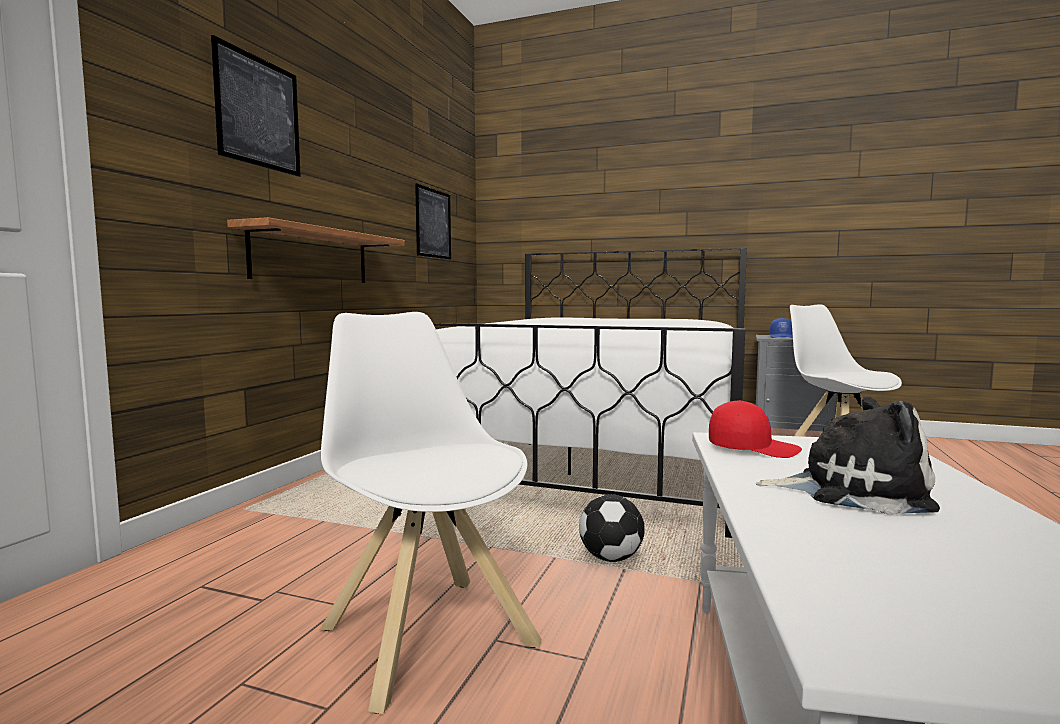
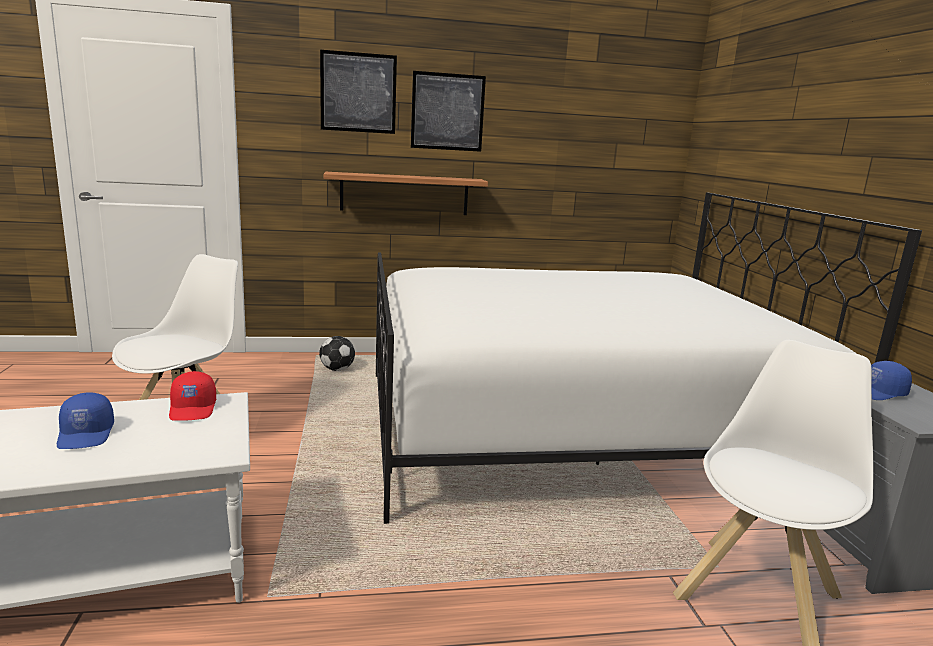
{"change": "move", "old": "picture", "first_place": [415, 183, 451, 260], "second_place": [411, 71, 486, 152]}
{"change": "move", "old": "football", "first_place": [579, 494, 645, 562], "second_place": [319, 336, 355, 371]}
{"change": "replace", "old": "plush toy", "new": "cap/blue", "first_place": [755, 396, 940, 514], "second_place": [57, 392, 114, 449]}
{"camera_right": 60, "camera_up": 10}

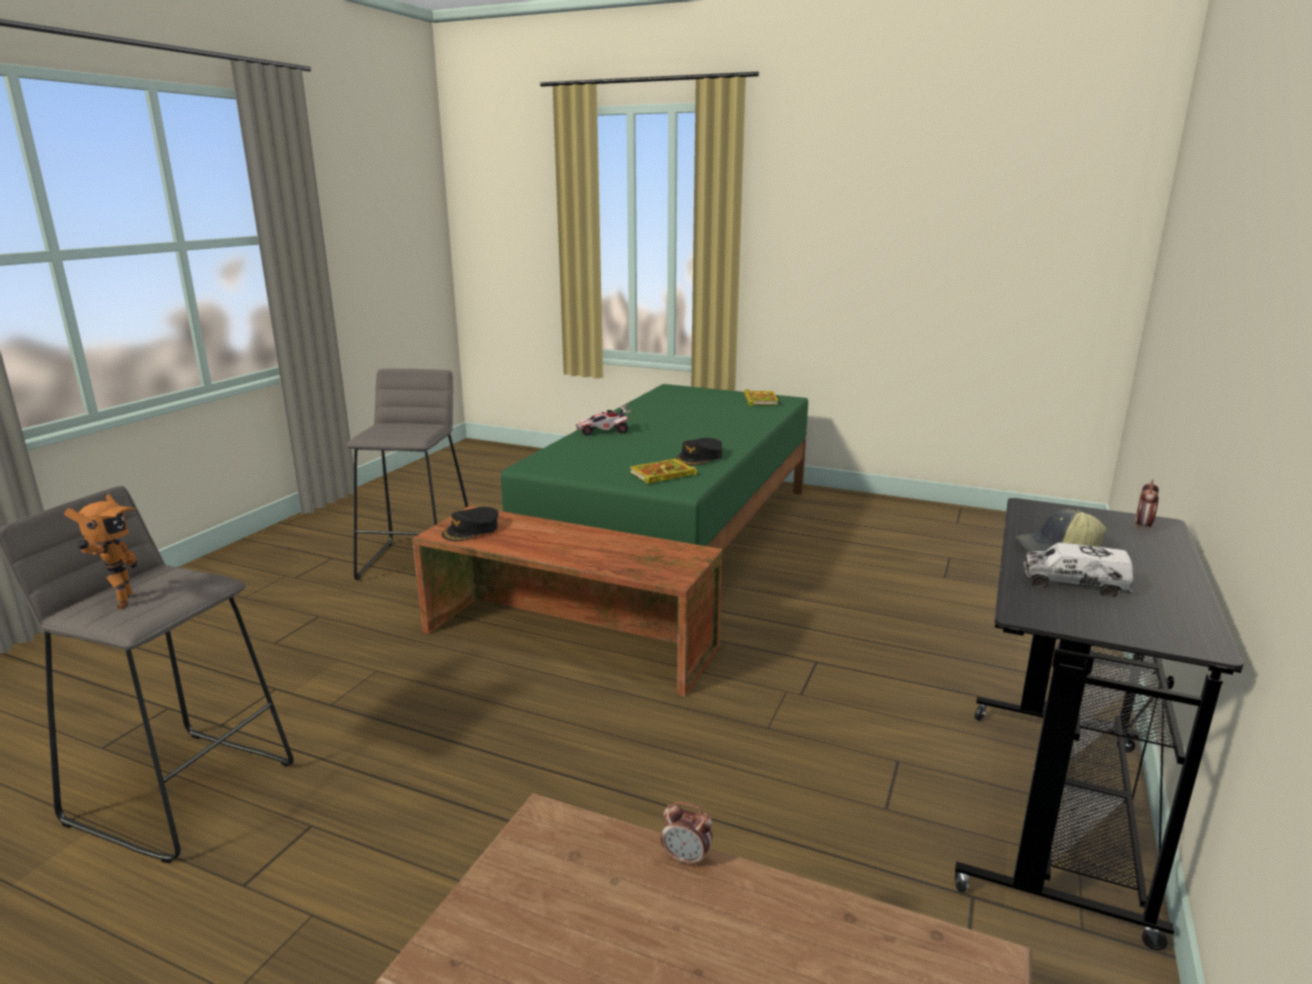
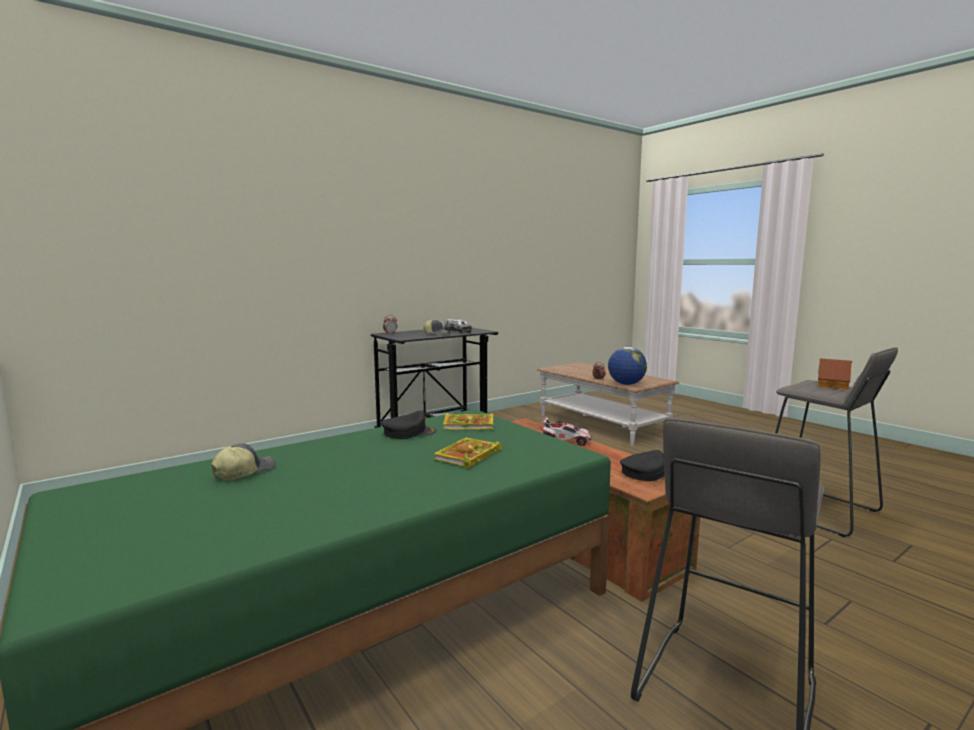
{"change": "insert", "new": "cap", "second_place": [211, 443, 276, 480]}
{"change": "insert", "new": "globe", "second_place": [608, 347, 647, 385]}
{"change": "move", "old": "toy car", "first_place": [576, 405, 631, 435], "second_place": [538, 415, 592, 446]}
{"change": "move", "old": "book", "first_place": [744, 389, 779, 406], "second_place": [434, 438, 502, 468]}
{"change": "replace", "old": "toy robot", "new": "toy house", "first_place": [64, 494, 139, 609], "second_place": [818, 358, 852, 390]}
{"camera_right": -150, "camera_up": -10}

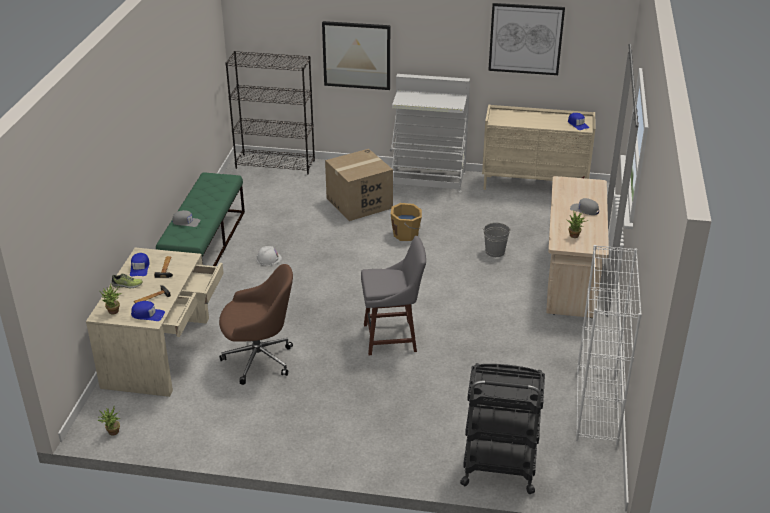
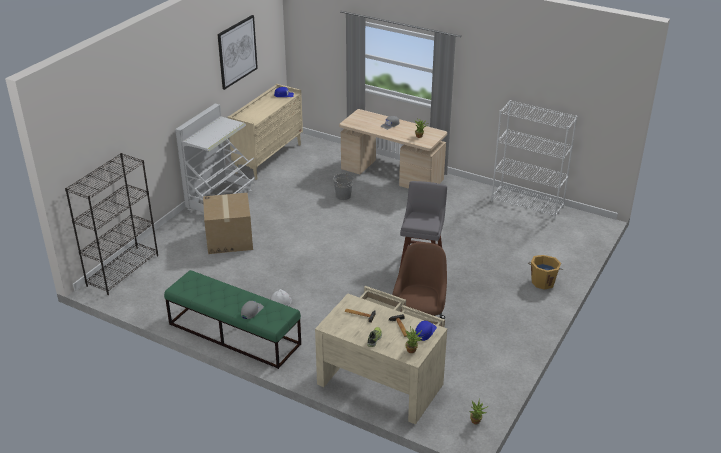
{"change": "delete", "old": "cap/blue", "first_place": [130, 253, 150, 276]}
{"change": "delete", "old": "picture", "first_place": [322, 21, 390, 90]}
{"change": "delete", "old": "cart/black", "first_place": [460, 363, 545, 494]}
{"change": "move", "old": "bucket/orange", "first_place": [391, 203, 422, 241], "second_place": [528, 255, 563, 290]}
{"camera_right": -70, "camera_up": 0}

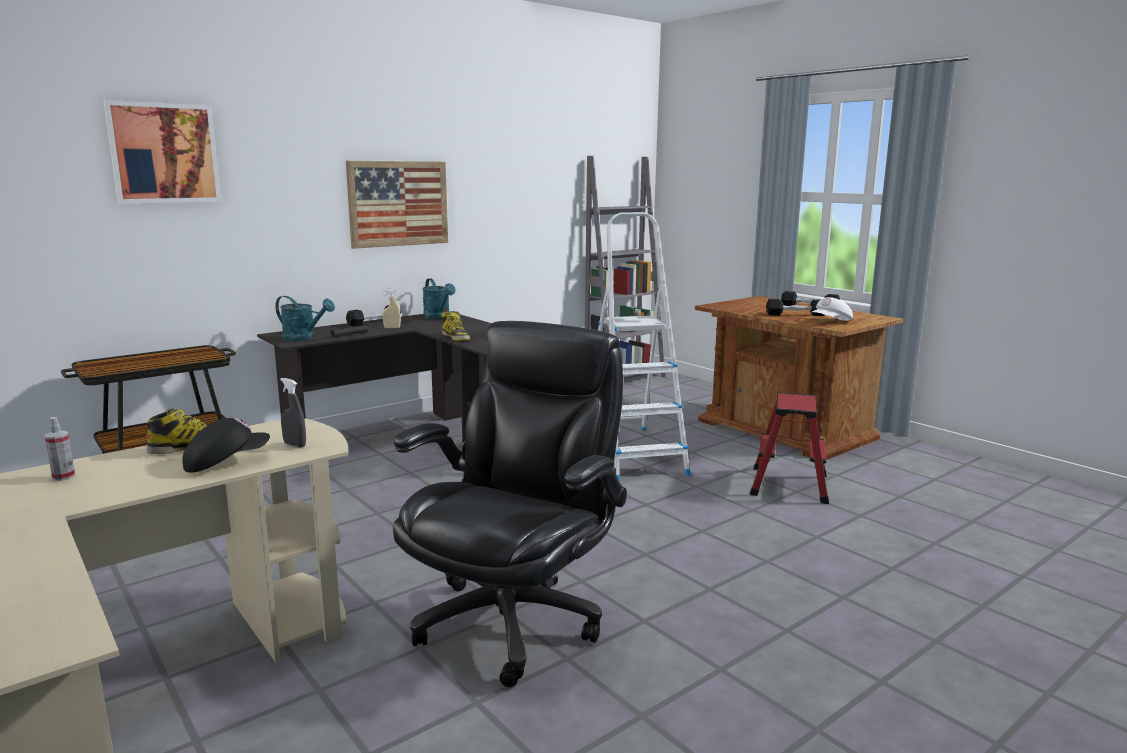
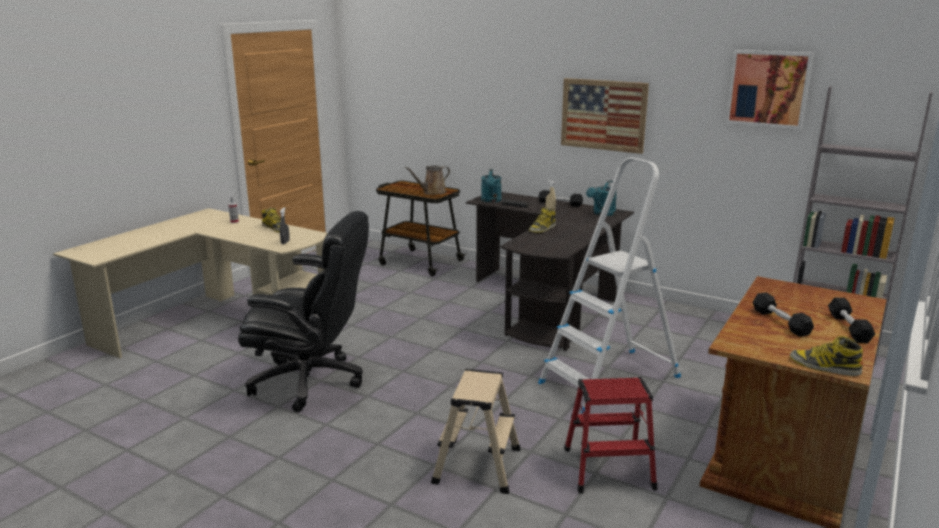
{"change": "delete", "old": "cap/black", "first_place": [183, 417, 270, 473]}
{"change": "delete", "old": "cap/white", "first_place": [811, 297, 853, 321]}
{"change": "insert", "new": "watering can/brown", "second_place": [405, 165, 450, 195]}
{"change": "insert", "new": "step ladder/beige", "second_place": [431, 369, 521, 494]}
{"change": "insert", "new": "boot", "second_place": [790, 336, 863, 376]}
{"change": "move", "old": "picture", "first_place": [103, 100, 222, 204], "second_place": [726, 50, 813, 130]}
{"camera_right": 70, "camera_up": 5}

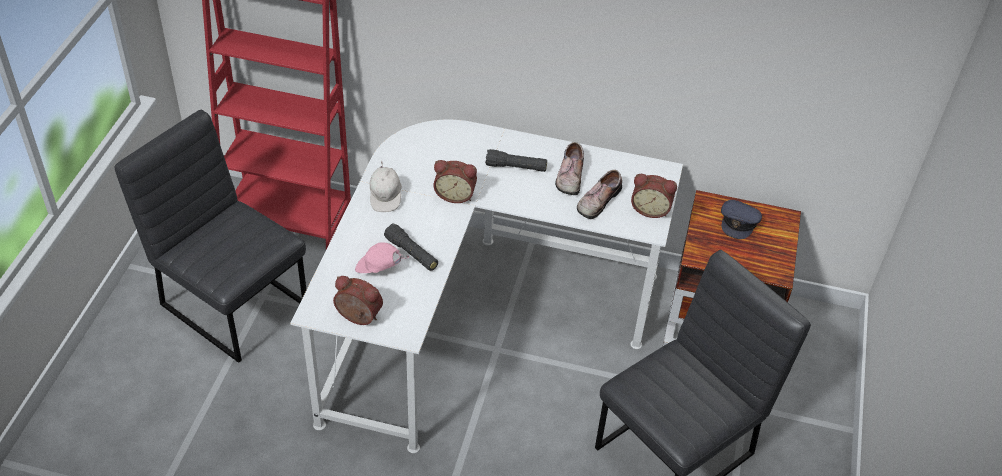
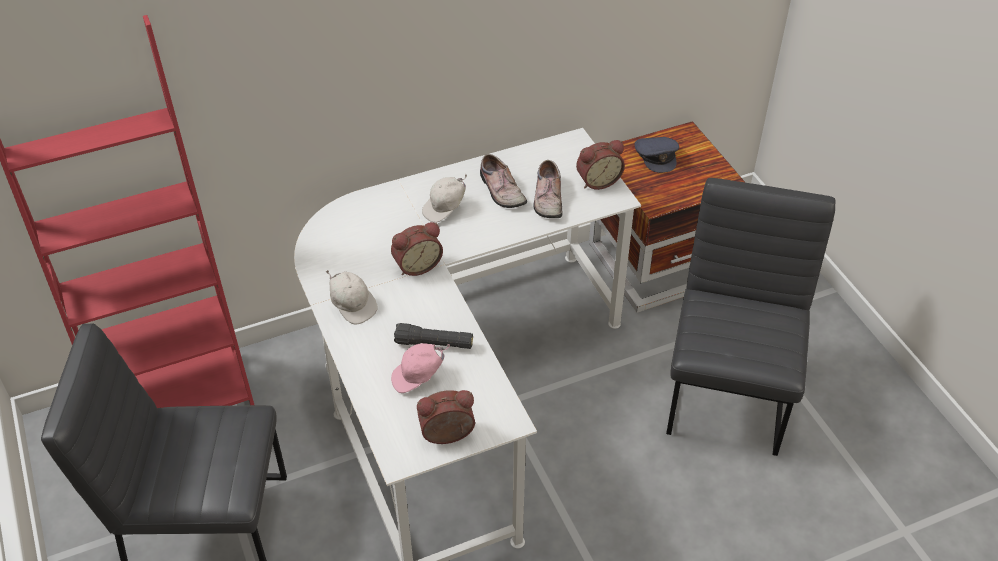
{"change": "replace", "old": "flashlight/black", "new": "cap/white", "first_place": [485, 149, 547, 172], "second_place": [422, 174, 467, 223]}
{"camera_right": -35, "camera_up": 0}

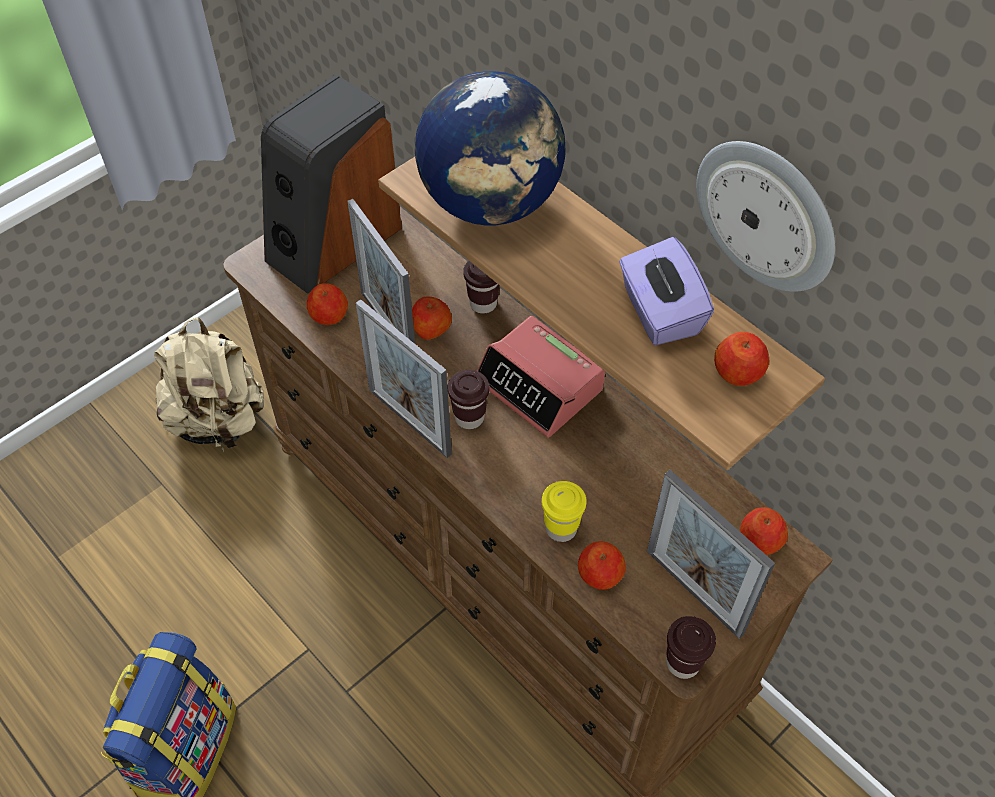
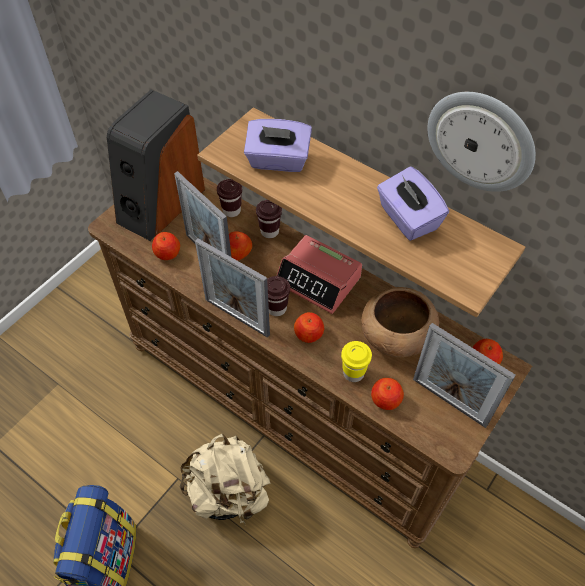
{"change": "insert", "new": "bowl/brown", "second_place": [361, 287, 439, 357]}
{"change": "move", "old": "backpack/beige", "first_place": [154, 317, 264, 452], "second_place": [179, 434, 271, 524]}
{"change": "move", "old": "cup/brown", "first_place": [667, 616, 716, 679], "second_place": [217, 179, 242, 217]}
{"change": "move", "old": "apple", "first_place": [714, 332, 769, 386], "second_place": [294, 312, 324, 343]}
{"change": "replace", "old": "globe", "new": "tissue box/purple", "first_place": [415, 71, 565, 225], "second_place": [244, 119, 312, 172]}
{"camera_right": -10, "camera_up": 0}

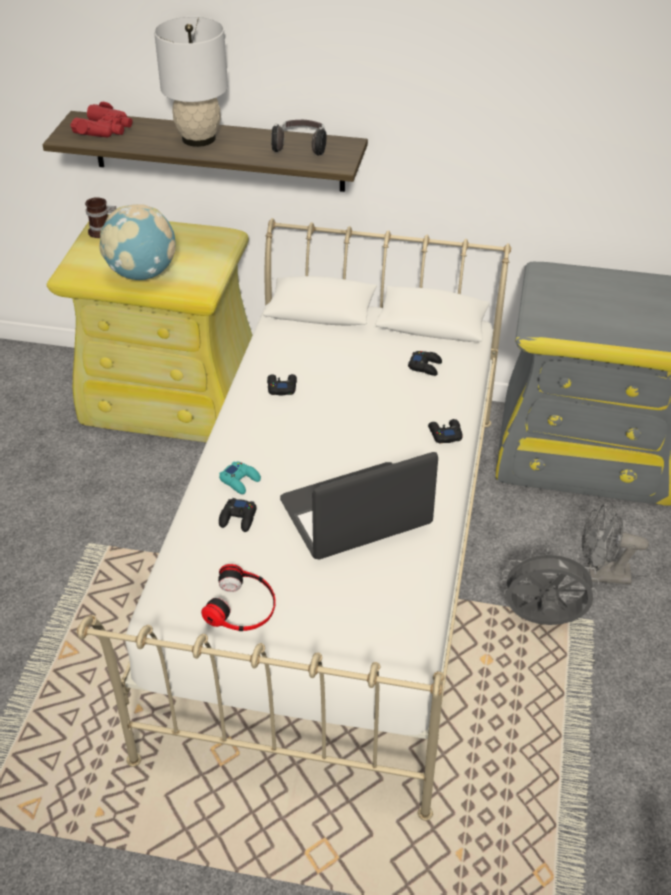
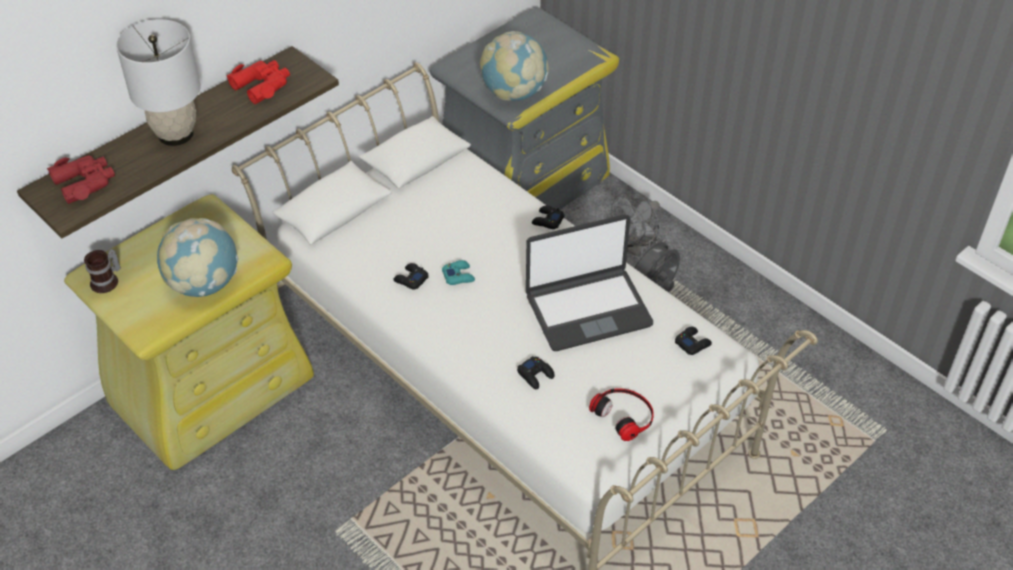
{"change": "insert", "new": "globe", "second_place": [480, 31, 549, 101]}
{"change": "move", "old": "game controller/turquoise", "first_place": [219, 462, 261, 494], "second_place": [442, 260, 475, 285]}
{"change": "move", "old": "game controller/black", "first_place": [408, 351, 442, 376], "second_place": [675, 326, 712, 355]}
{"change": "replace", "old": "headphones", "new": "binoculars/red", "first_place": [271, 120, 327, 155], "second_place": [227, 60, 290, 104]}
{"change": "rotate", "old": "laptop", "first_place": [280, 452, 438, 559], "second_place": [526, 215, 653, 351], "degrees": -120}
{"camera_right": -55, "camera_up": 5}

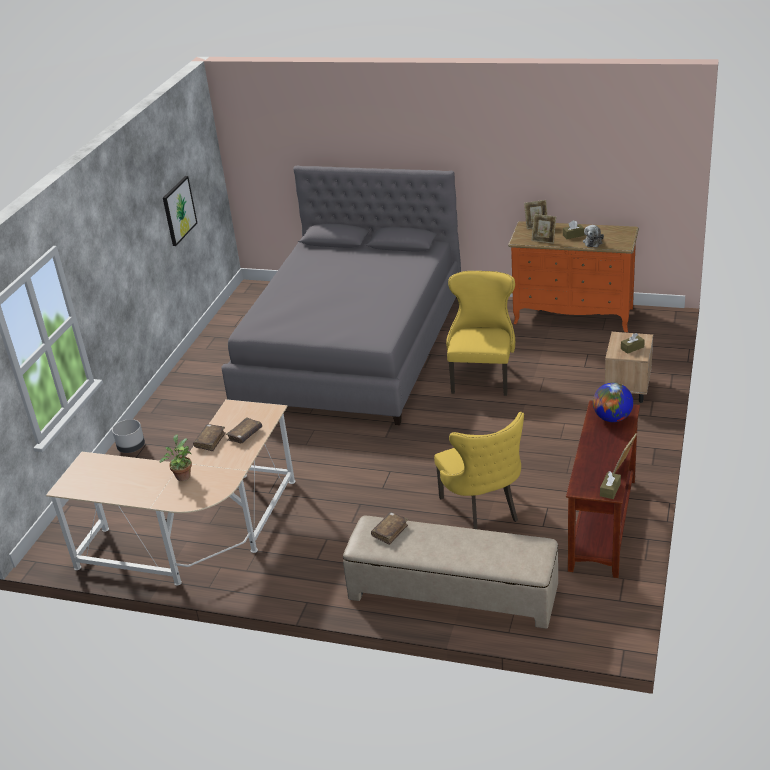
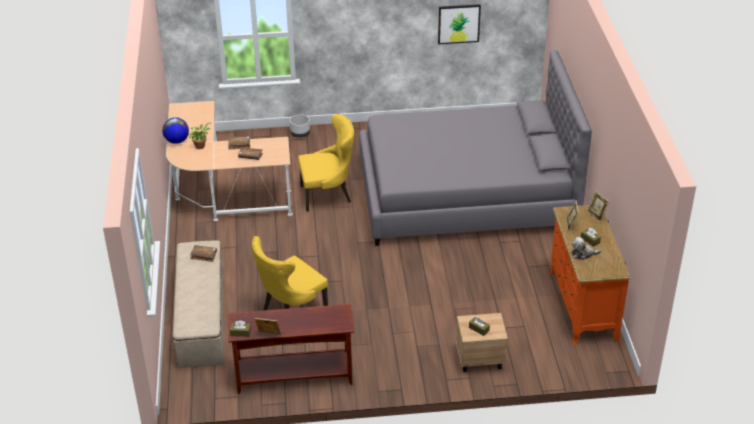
{"change": "move", "old": "chair/yellow", "first_place": [446, 271, 515, 396], "second_place": [298, 114, 354, 212]}
{"change": "move", "old": "globe", "first_place": [593, 382, 633, 422], "second_place": [162, 117, 189, 144]}
{"camera_right": 65, "camera_up": 5}

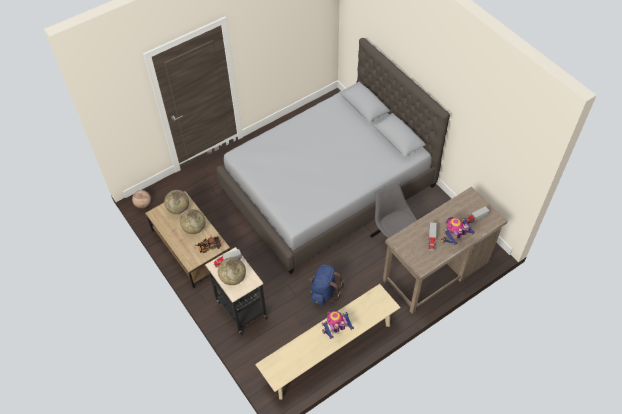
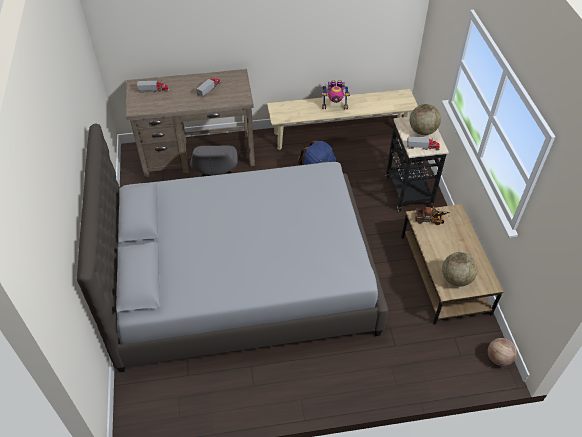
{"change": "delete", "old": "globe", "first_place": [180, 209, 205, 234]}
{"change": "delete", "old": "toy robot", "first_place": [441, 217, 475, 245]}
{"camera_right": -155, "camera_up": -5}

